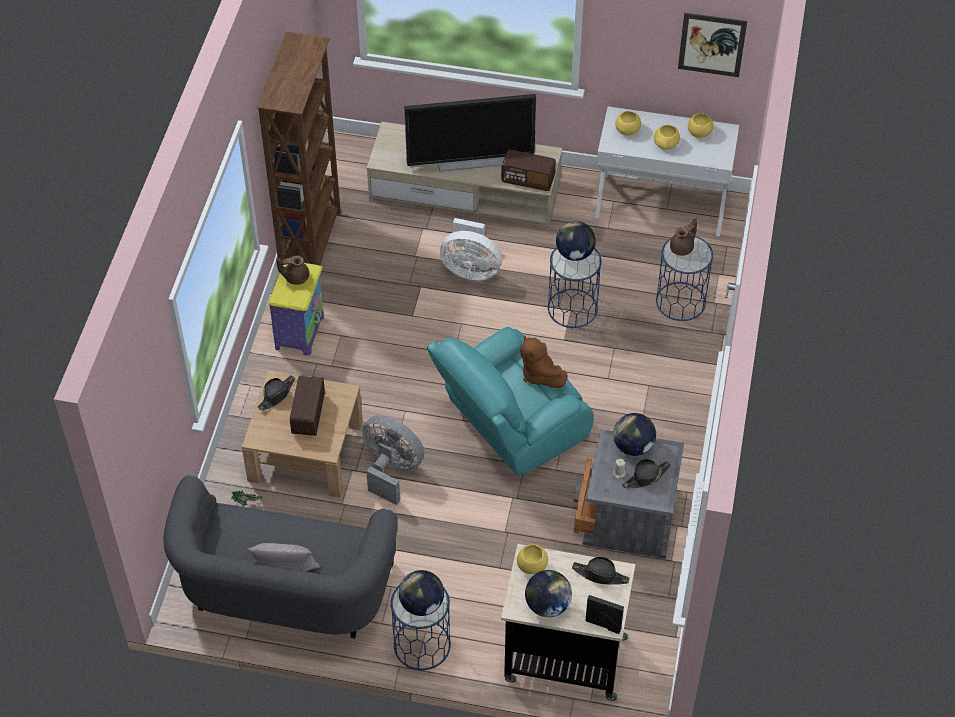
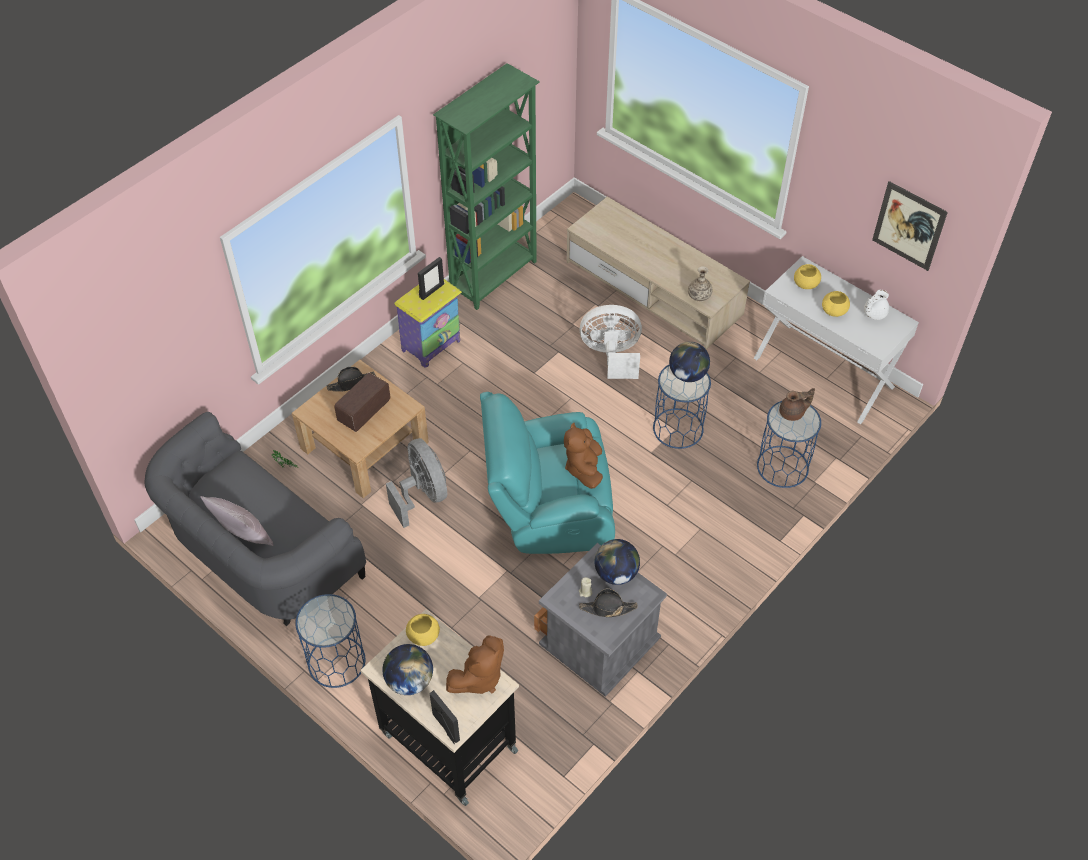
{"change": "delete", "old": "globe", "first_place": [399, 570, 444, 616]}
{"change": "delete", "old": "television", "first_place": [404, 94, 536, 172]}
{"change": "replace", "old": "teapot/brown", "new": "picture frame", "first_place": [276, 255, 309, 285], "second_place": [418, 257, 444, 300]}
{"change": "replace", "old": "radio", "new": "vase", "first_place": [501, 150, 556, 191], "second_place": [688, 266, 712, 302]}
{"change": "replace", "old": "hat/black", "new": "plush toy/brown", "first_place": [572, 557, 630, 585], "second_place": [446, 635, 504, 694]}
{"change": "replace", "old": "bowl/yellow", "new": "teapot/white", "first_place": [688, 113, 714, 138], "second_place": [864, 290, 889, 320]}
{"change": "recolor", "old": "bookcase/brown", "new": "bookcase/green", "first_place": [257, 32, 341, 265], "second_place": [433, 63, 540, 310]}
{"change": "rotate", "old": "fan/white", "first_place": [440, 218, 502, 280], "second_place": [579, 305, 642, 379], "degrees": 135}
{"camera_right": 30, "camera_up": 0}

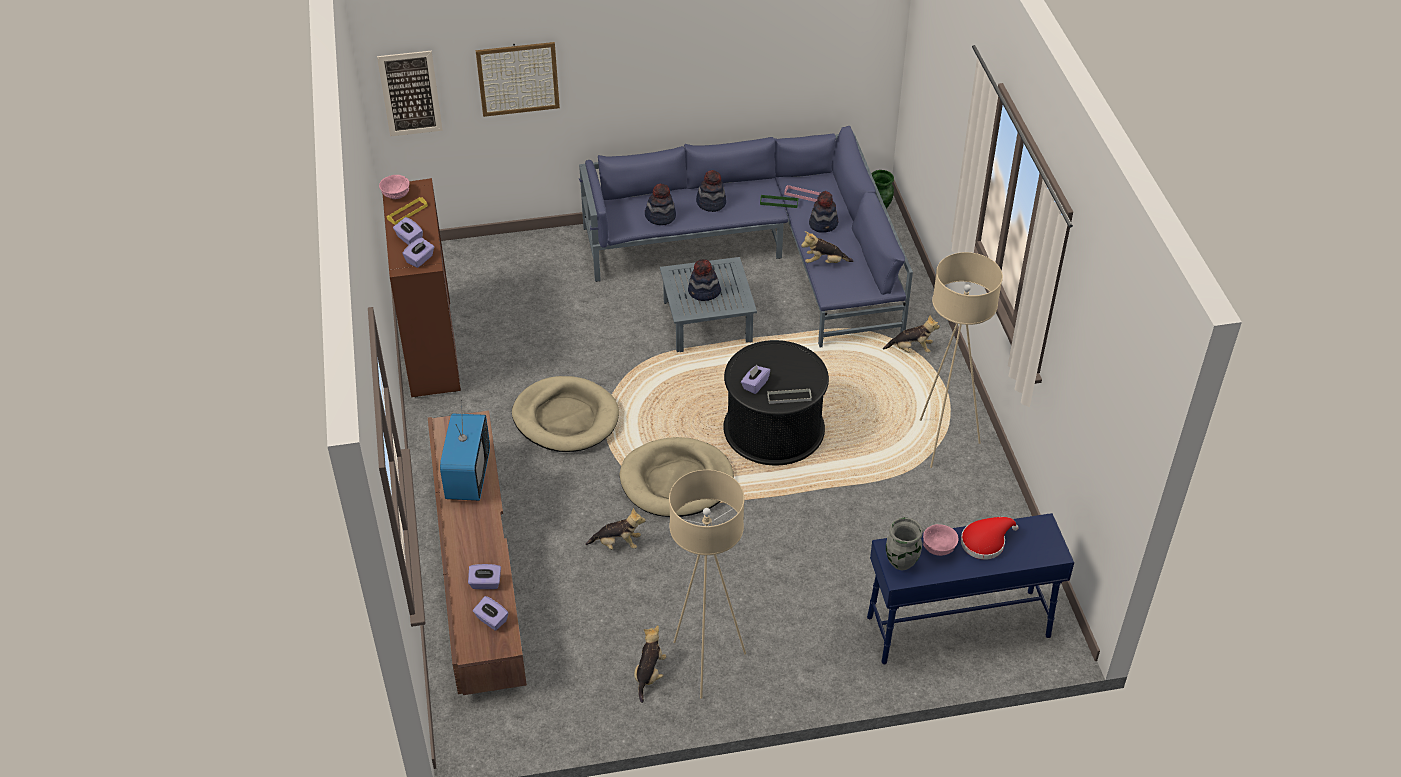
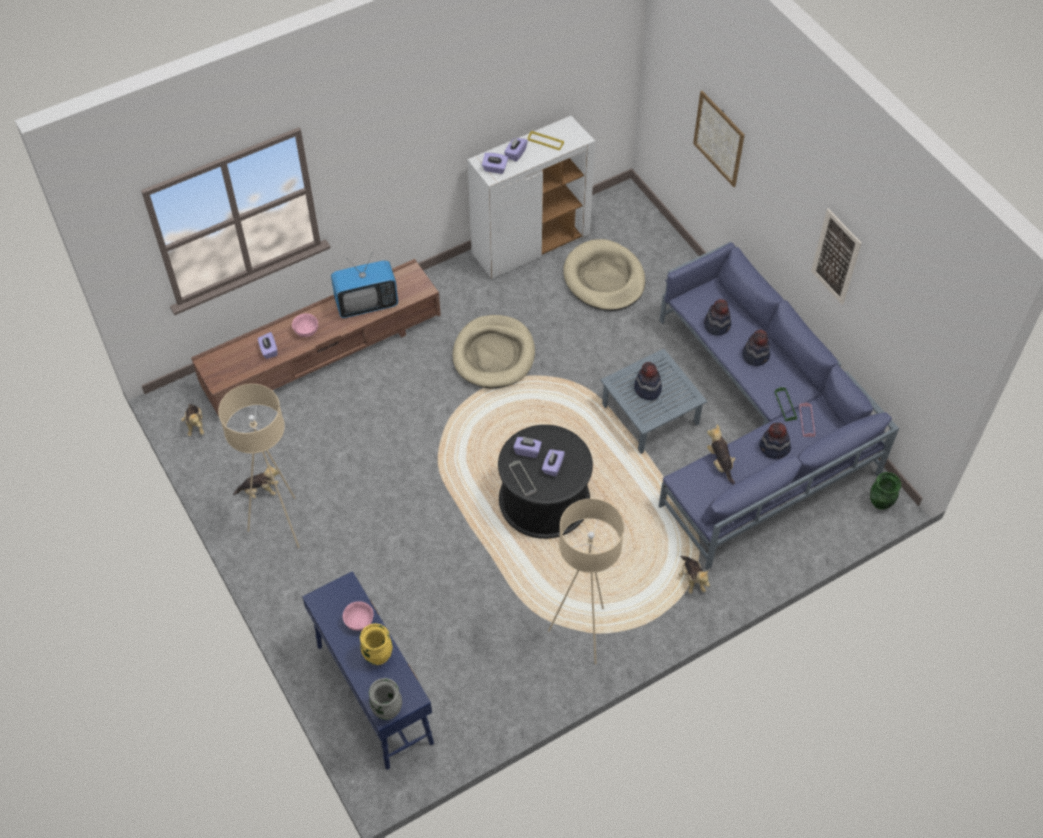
{"change": "move", "old": "picture", "first_place": [377, 51, 443, 137], "second_place": [811, 209, 861, 305]}
{"change": "move", "old": "bowl/pink", "first_place": [379, 175, 409, 199], "second_place": [292, 313, 318, 337]}
{"change": "move", "old": "tissue box/purple", "first_place": [473, 596, 509, 631], "second_place": [542, 449, 565, 477]}
{"change": "move", "old": "plush toy", "first_place": [585, 508, 646, 550], "second_place": [181, 404, 204, 436]}
{"change": "move", "old": "dog bed/beige", "first_place": [619, 437, 734, 517], "second_place": [563, 239, 645, 311]}
{"change": "move", "old": "vase/grey", "first_place": [886, 517, 923, 570], "second_place": [369, 678, 402, 720]}
{"change": "replace", "old": "hat/red", "new": "vase/yellow", "first_place": [961, 517, 1019, 560], "second_place": [360, 623, 393, 665]}
{"change": "recolor", "old": "cabinet/brown", "new": "cabinet/white", "first_place": [382, 178, 461, 397], "second_place": [467, 116, 595, 279]}
{"camera_right": 70, "camera_up": 10}

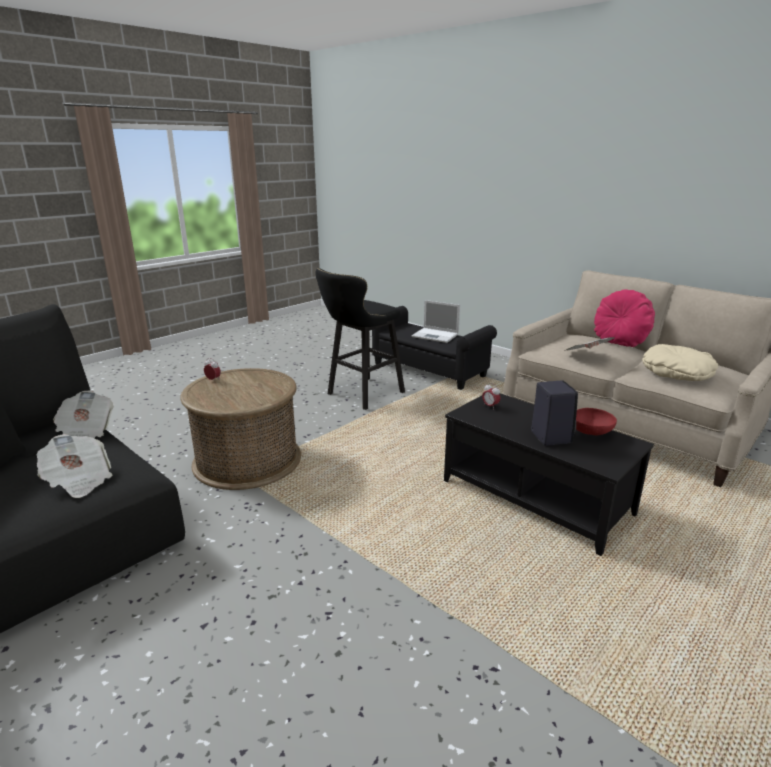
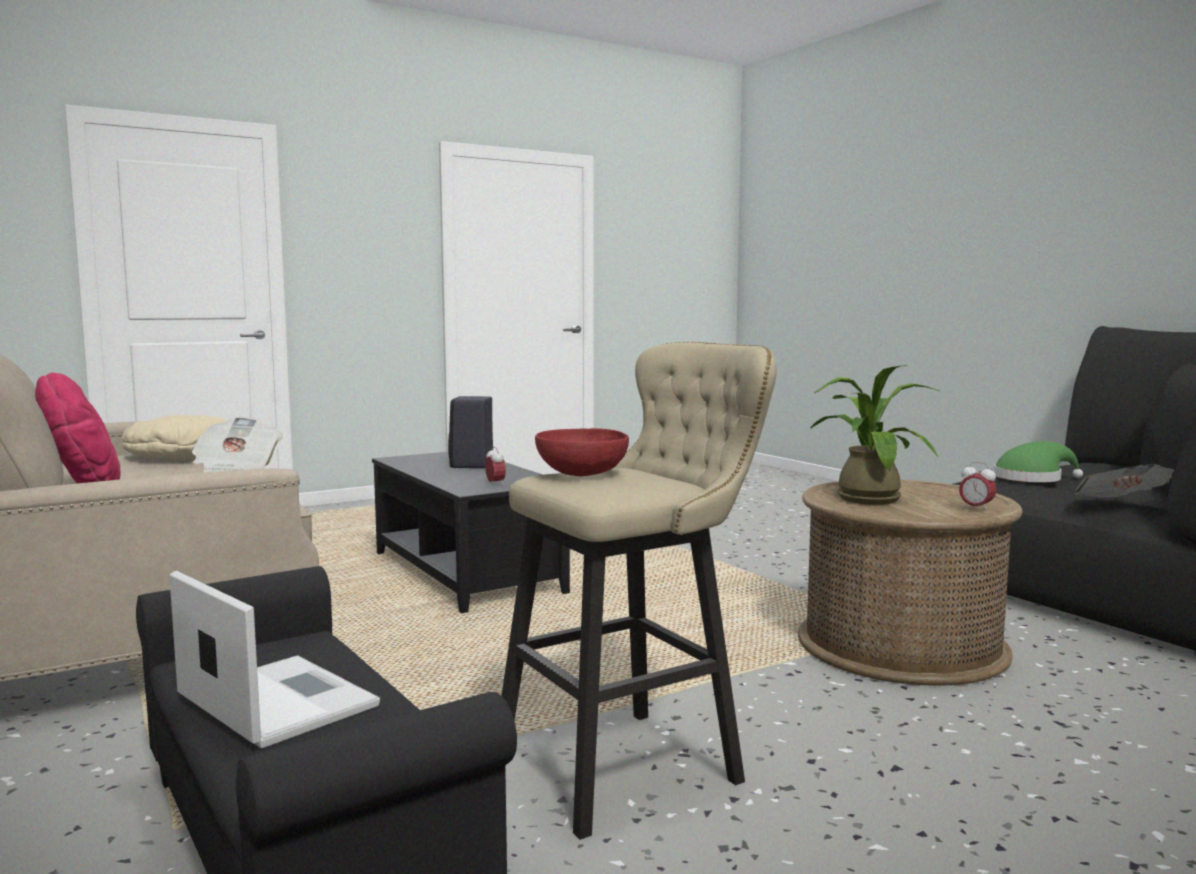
{"change": "insert", "new": "potted plant", "second_place": [810, 365, 940, 505]}
{"change": "move", "old": "bowl/red", "first_place": [576, 408, 617, 435], "second_place": [535, 428, 629, 477]}
{"change": "replace", "old": "newspaper", "new": "hat/green", "first_place": [36, 434, 112, 498], "second_place": [994, 441, 1083, 482]}
{"change": "recolor", "old": "stool/black", "new": "stool/beige", "first_place": [316, 268, 405, 410], "second_place": [502, 342, 777, 840]}
{"camera_right": -165, "camera_up": -15}

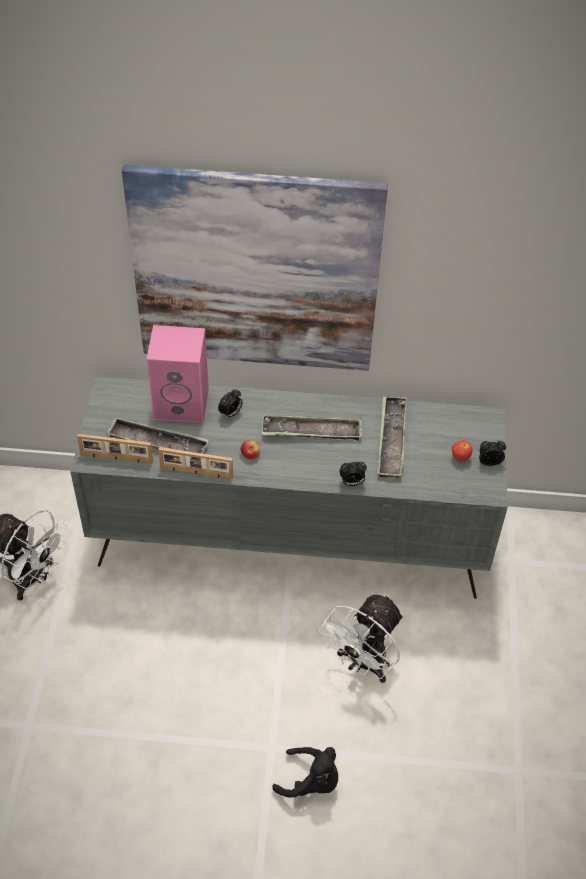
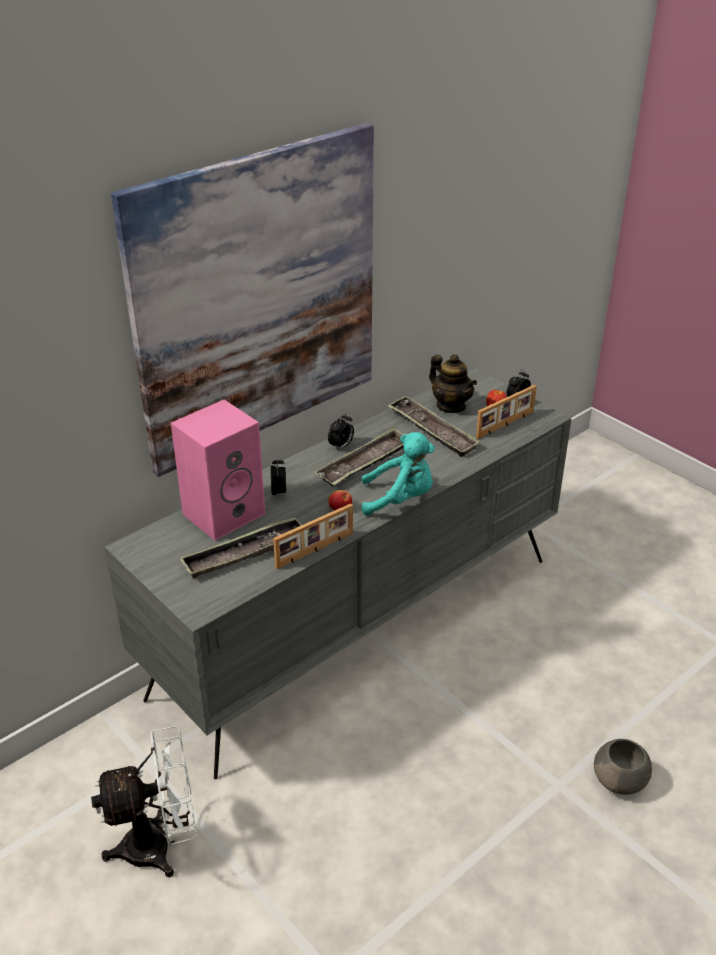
{"change": "delete", "old": "fan/white", "first_place": [319, 595, 403, 683]}
{"change": "insert", "new": "plush toy/turquoise", "second_place": [362, 432, 435, 516]}
{"change": "insert", "new": "teapot", "second_place": [429, 354, 477, 413]}
{"change": "move", "old": "picture frame", "first_place": [77, 434, 153, 463], "second_place": [476, 385, 537, 439]}
{"change": "move", "old": "alarm clock", "first_place": [340, 462, 367, 486], "second_place": [328, 413, 354, 450]}
{"change": "replace", "old": "plush toy/black", "new": "bowl/grey", "first_place": [273, 747, 338, 797], "second_place": [594, 739, 652, 795]}
{"camera_right": -45, "camera_up": -15}

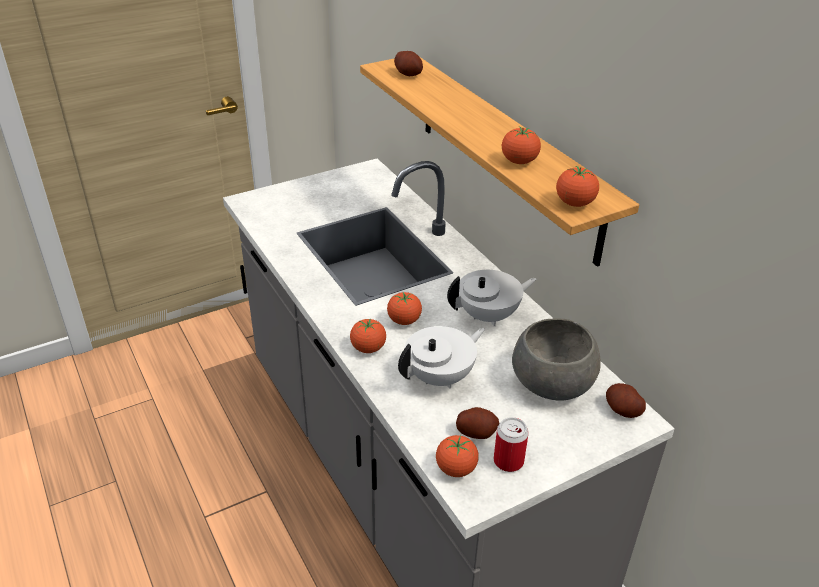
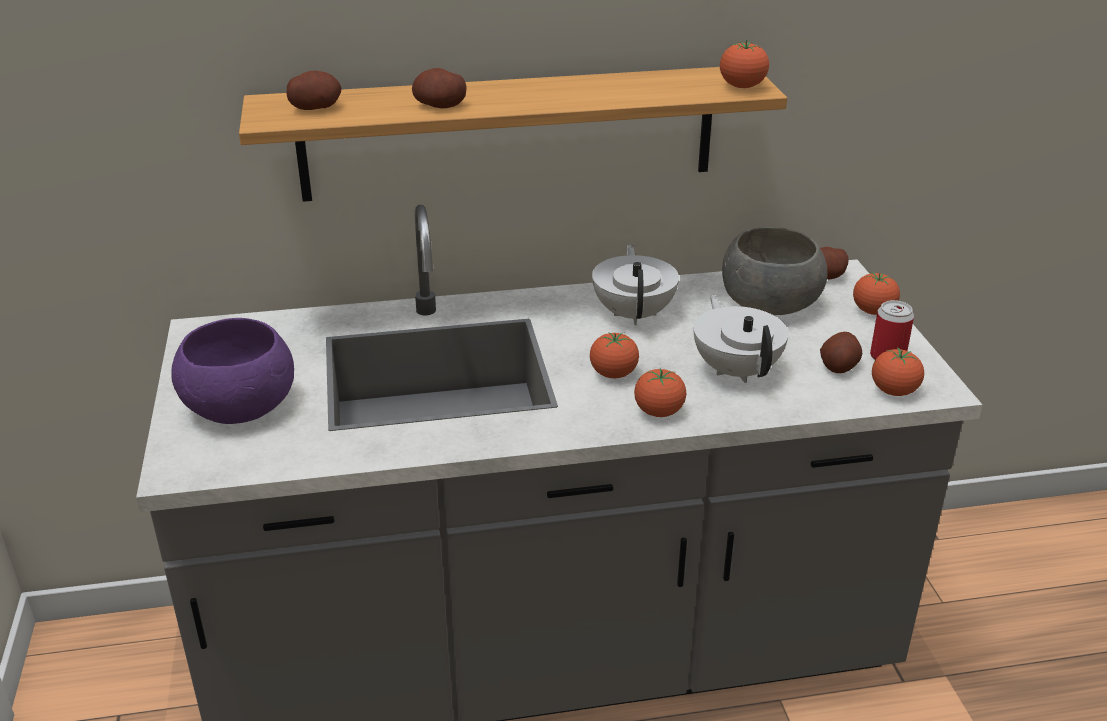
{"change": "insert", "new": "bowl/purple", "second_place": [171, 318, 294, 424]}
{"change": "insert", "new": "potato", "second_place": [412, 68, 467, 108]}
{"change": "move", "old": "tomato", "first_place": [502, 126, 541, 164], "second_place": [853, 272, 900, 315]}
{"camera_right": -70, "camera_up": -5}

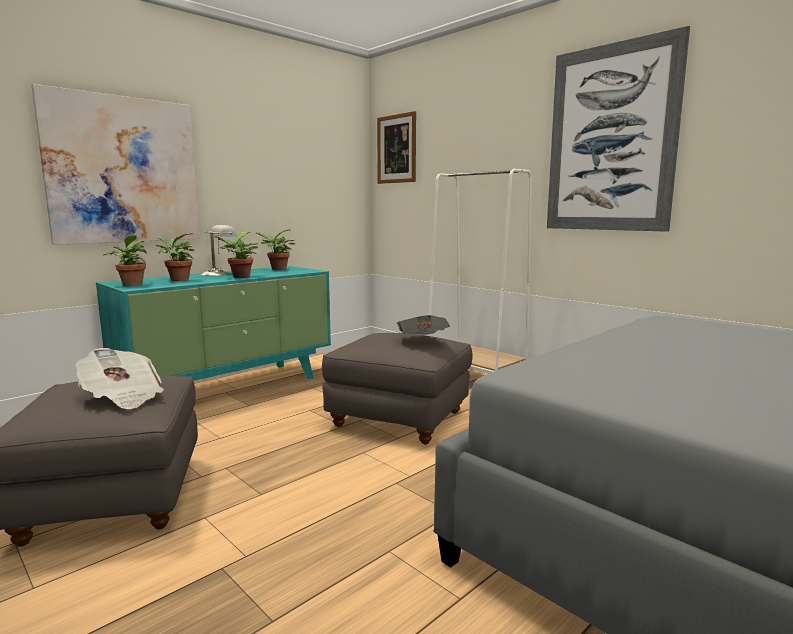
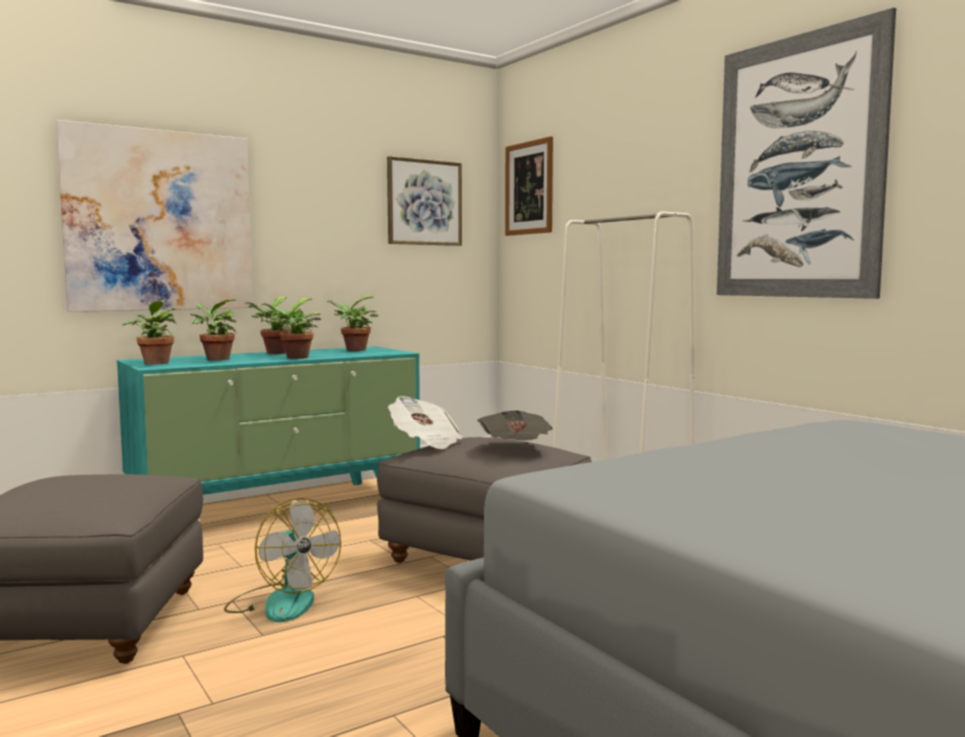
{"change": "insert", "new": "fan", "second_place": [224, 498, 341, 622]}
{"change": "insert", "new": "picture", "second_place": [387, 156, 462, 246]}
{"change": "move", "old": "newspaper", "first_place": [76, 348, 164, 409], "second_place": [388, 396, 463, 449]}
{"change": "replace", "old": "table lamp/white", "new": "potted plant", "first_place": [201, 225, 238, 276], "second_place": [244, 297, 296, 354]}
{"camera_right": 10, "camera_up": -5}

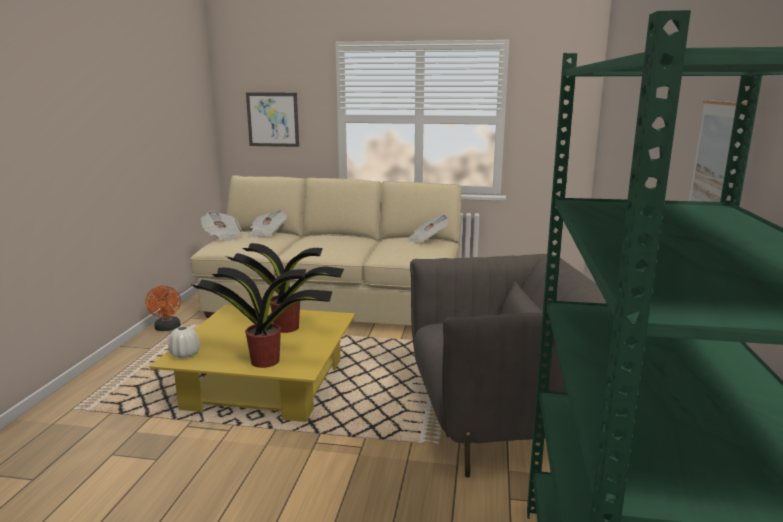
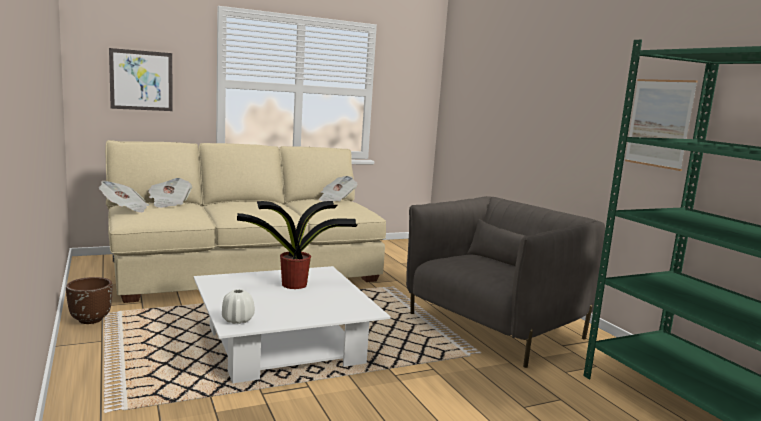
{"change": "delete", "old": "potted plant", "first_place": [192, 267, 332, 368]}
{"change": "replace", "old": "fan/orange", "new": "planter/brown", "first_place": [145, 286, 181, 331], "second_place": [66, 277, 113, 324]}
{"change": "recolor", "old": "coffee table/yellow", "new": "coffee table/white", "first_place": [149, 305, 355, 422], "second_place": [194, 266, 391, 383]}
{"camera_right": -35, "camera_up": -5}

